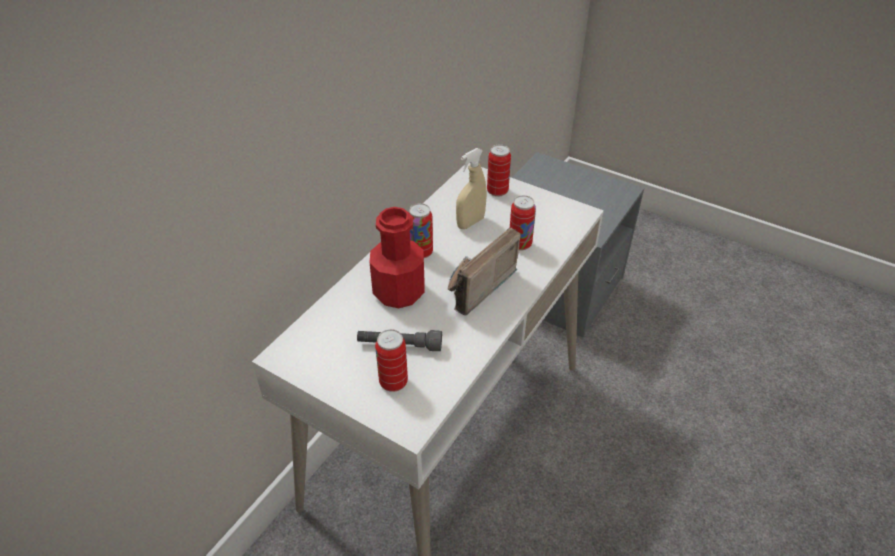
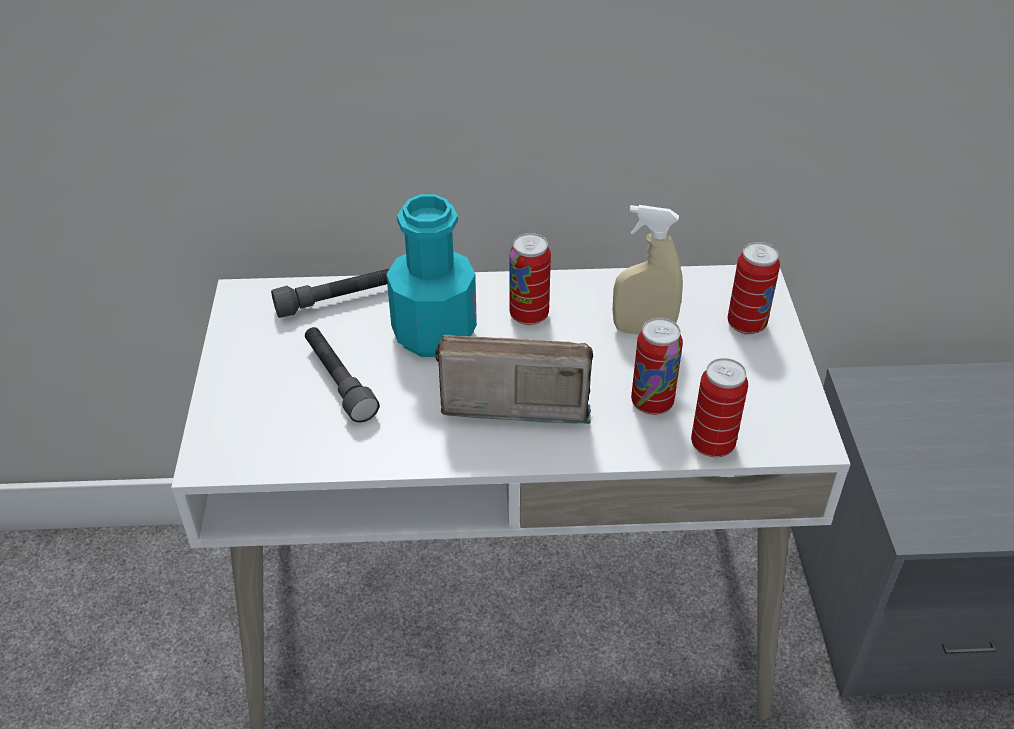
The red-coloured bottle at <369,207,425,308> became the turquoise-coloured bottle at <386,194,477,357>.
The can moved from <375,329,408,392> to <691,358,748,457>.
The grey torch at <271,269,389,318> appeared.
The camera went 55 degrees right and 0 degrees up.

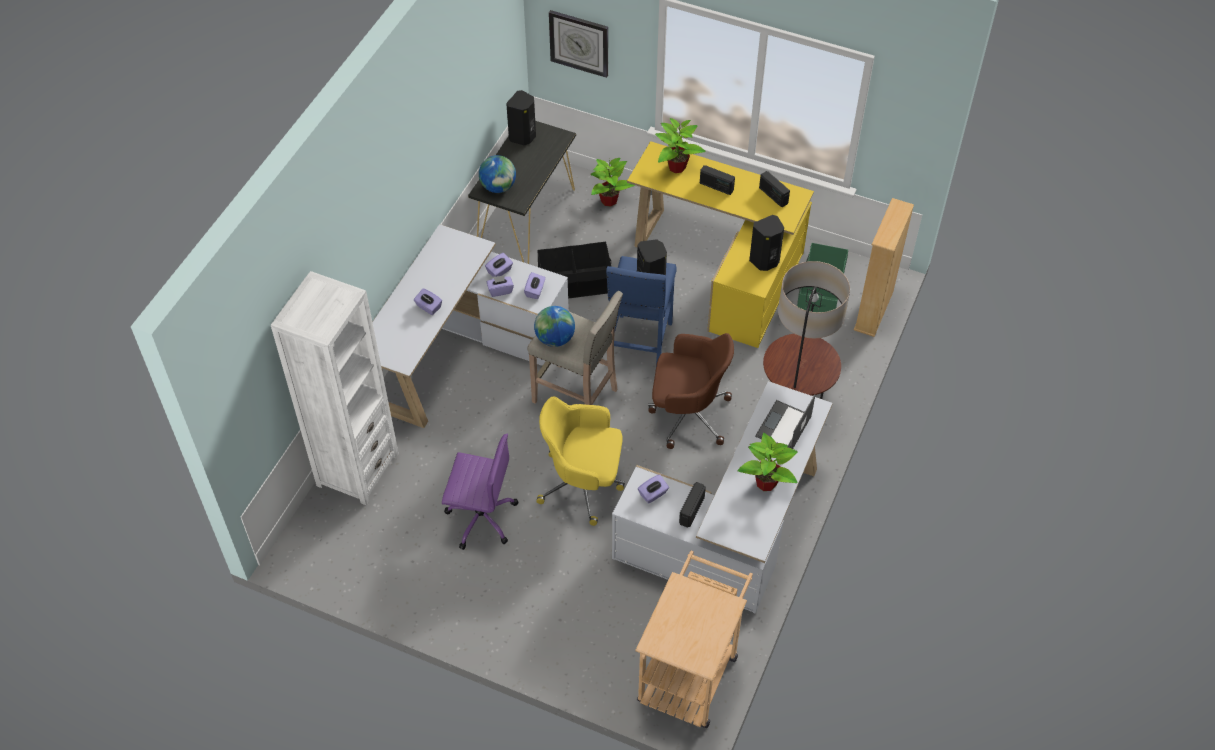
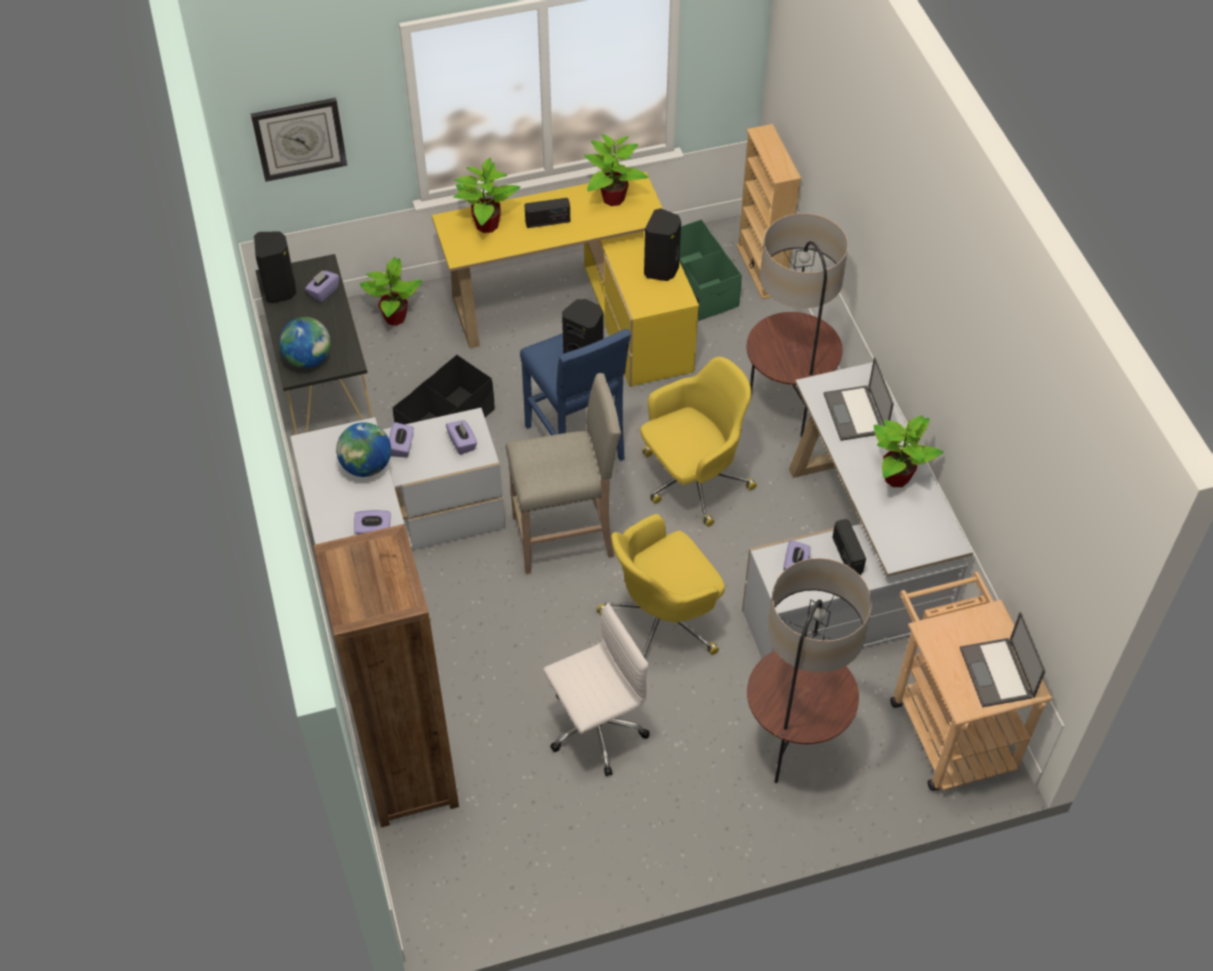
The radio receiver at <759,171,790,207> was replaced by the houseplant at <584,134,648,206>.
The white bookcase at <271,271,399,505> became the brown bookcase at <313,524,459,828>.
The purple box of tissues moved from <487,275,514,297> to <305,270,339,302>.
The world globe moved from <534,306,575,347> to <336,422,391,477>.
The brown computer chair at <648,333,734,449> became the yellow computer chair at <640,357,757,527>.
The purple computer chair at <442,433,518,550> became the white computer chair at <543,603,650,776>.
The standing lamp at <747,558,872,783> appeared.
The notebook computer at <960,612,1045,707> appeared.
The camera went 40 degrees left and 0 degrees up.

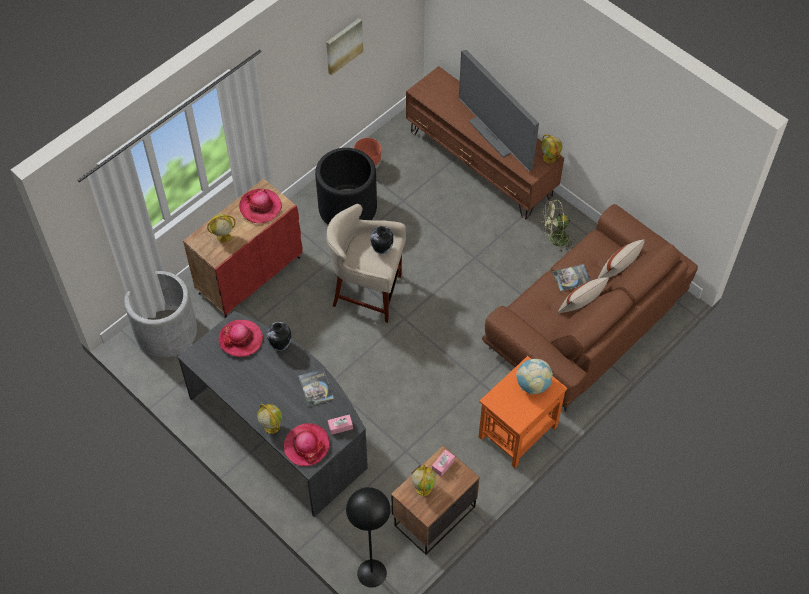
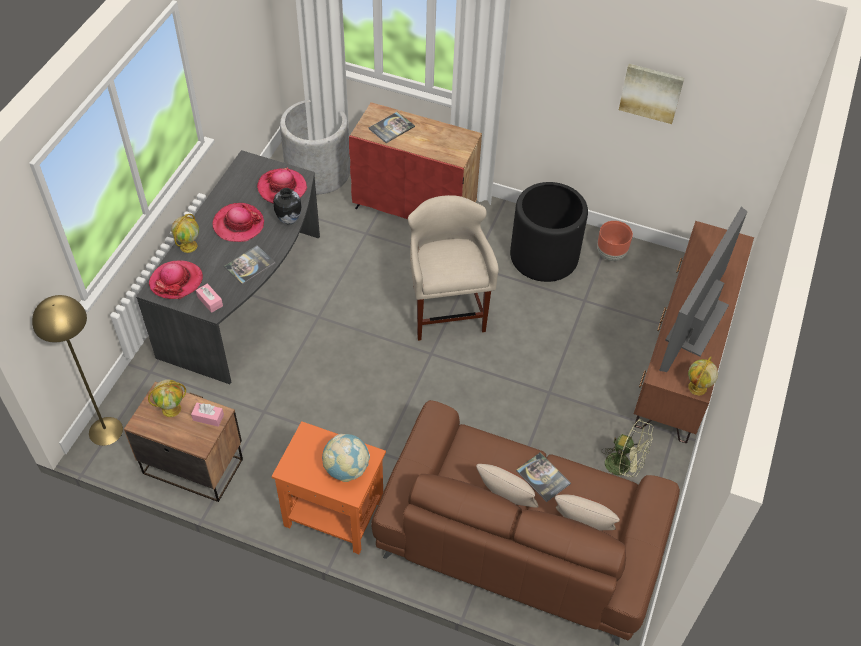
The hat moved from <239,189,282,223> to <213,203,264,242>.
The greenish cooling fan at <542,199,576,252> turned 150 degrees clockwise.
The world globe at <207,214,236,242> was replaced by the book at <369,112,415,143>.
The decorative vase at <370,226,394,254> disappeared.
The blackish standing lamp at <346,487,391,588> became the yellow standing lamp at <32,295,123,446>.
The camera went 65 degrees right and 5 degrees down.

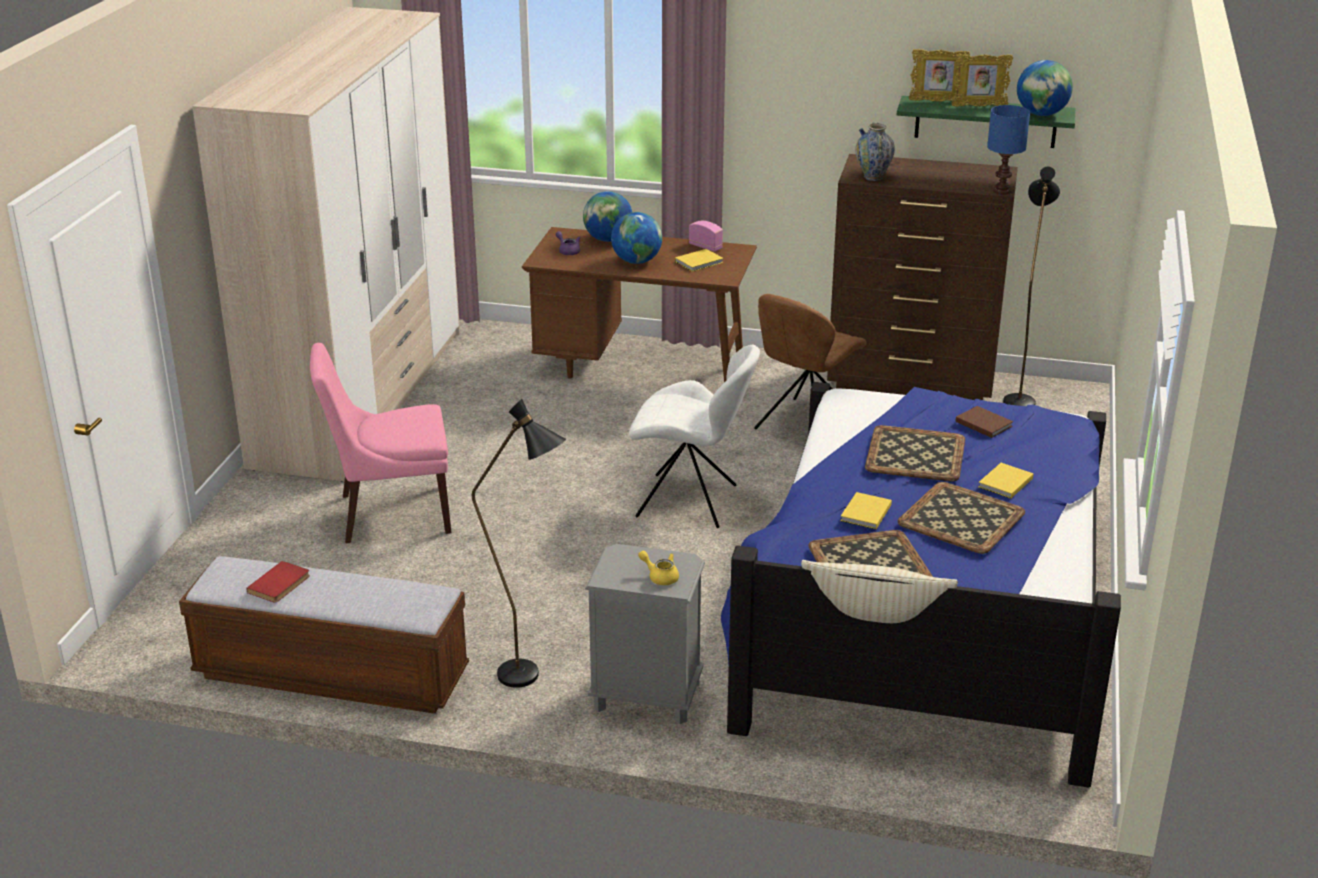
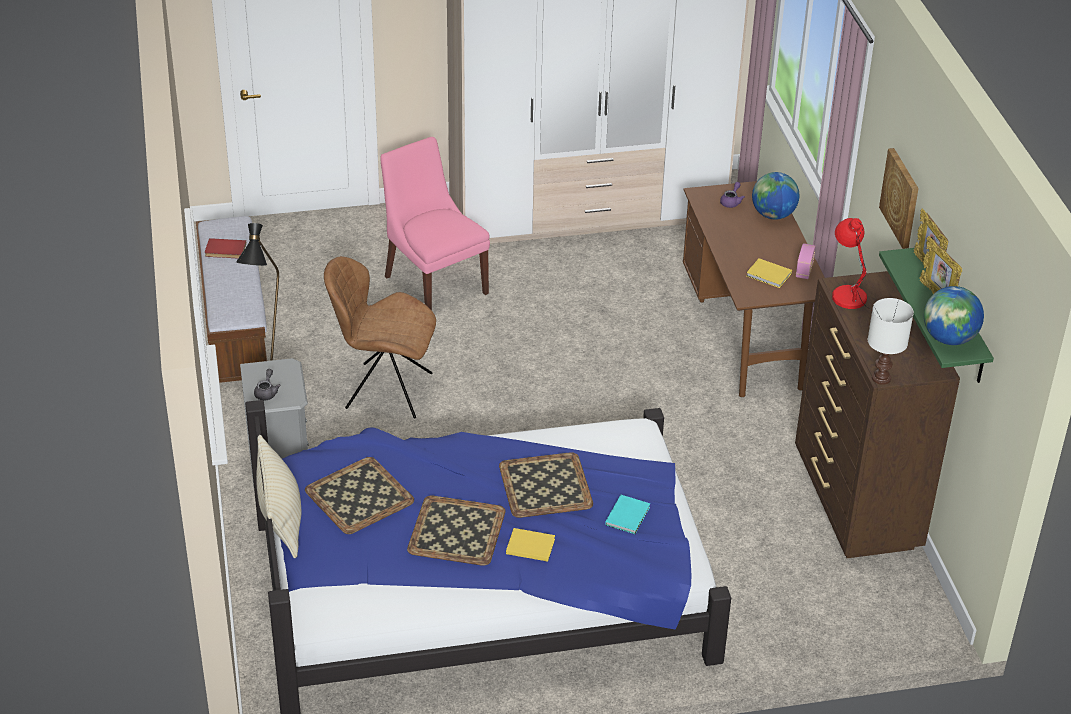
The bluish table lamp at <987,105,1030,195> became the white table lamp at <868,298,914,385>.
The decorative vase at <855,123,895,181> was replaced by the red-coloured table lamp at <832,218,872,311>.
The blackish standing lamp at <1003,166,1060,406> disappeared.
The world globe at <611,212,662,264> disappeared.
The brown chair moved from <754,294,866,429> to <324,256,436,419>.
The white chair at <629,345,760,528> disappeared.
The brown book at <956,406,1013,438> became the turquoise-coloured book at <605,495,650,534>.
The yellow book at <840,492,892,529> disappeared.
The yellow pot for tea at <638,551,679,585> became the grey pot for tea at <254,369,281,400>.
The wall art at <879,148,919,249> appeared.
The camera went 65 degrees right and 10 degrees up.

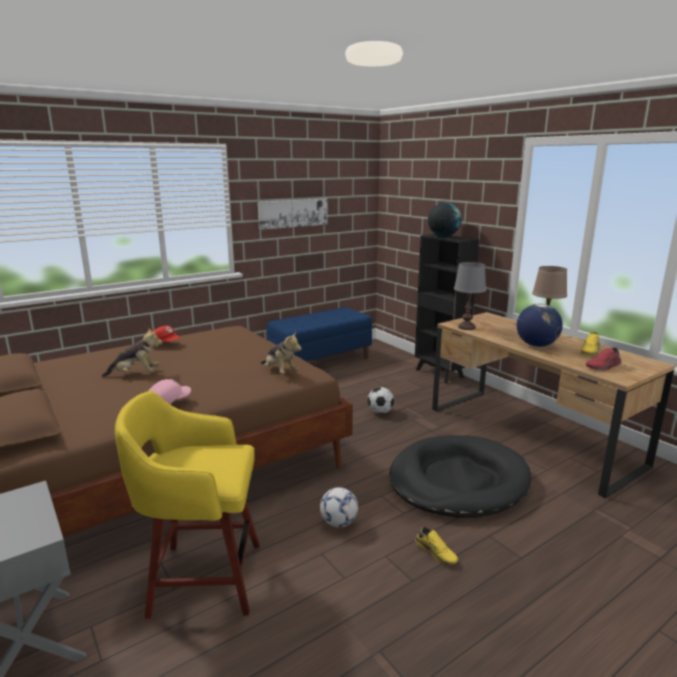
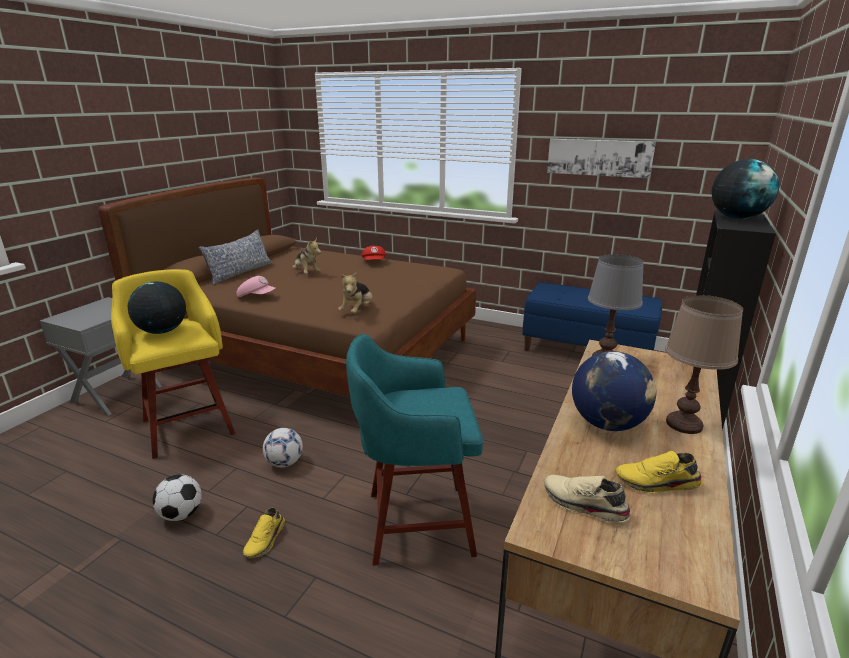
The red-coloured item of footwear at <586,348,622,371> became the beige item of footwear at <544,475,631,522>.
The football ball moved from <367,387,394,414> to <153,474,202,521>.
The blackish dog cushion at <389,435,531,518> was replaced by the turquoise-coloured stool seat at <346,334,483,566>.
The pillow at <199,230,272,285> appeared.
The world globe at <128,281,186,334> appeared.
The camera went 60 degrees right and 5 degrees up.

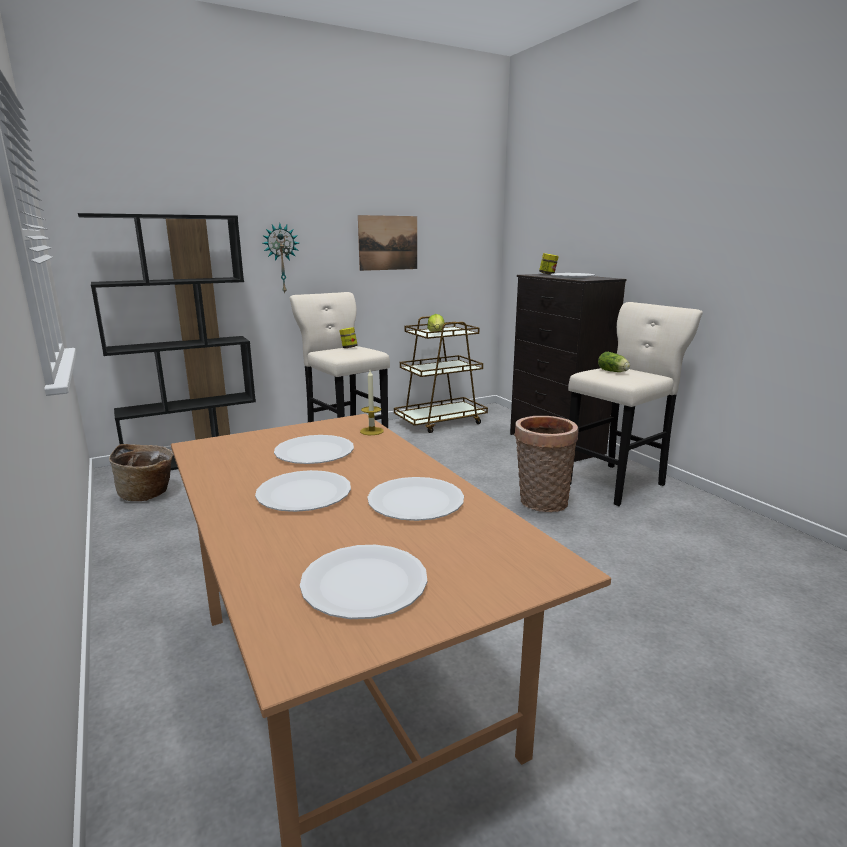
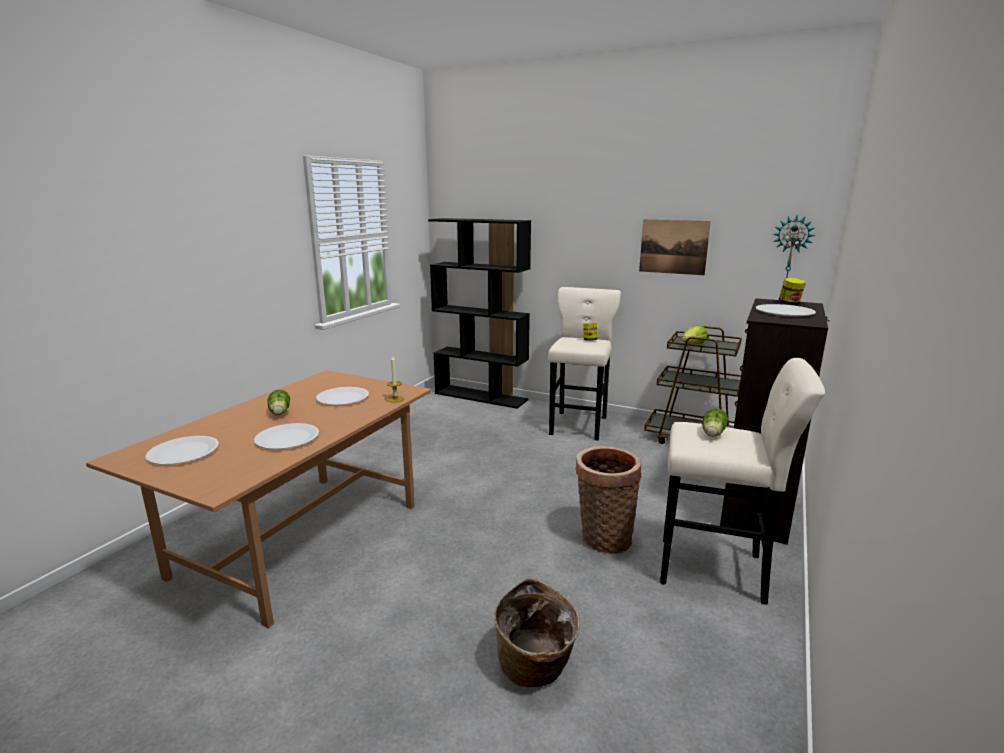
The clock on the wall moved from <262,223,299,293> to <773,216,816,278>.
The household basket moved from <109,444,173,501> to <494,578,580,687>.
The white plate at <255,470,351,512> was replaced by the lettuce at <267,390,290,415>.
The camera went 55 degrees right and 0 degrees up.

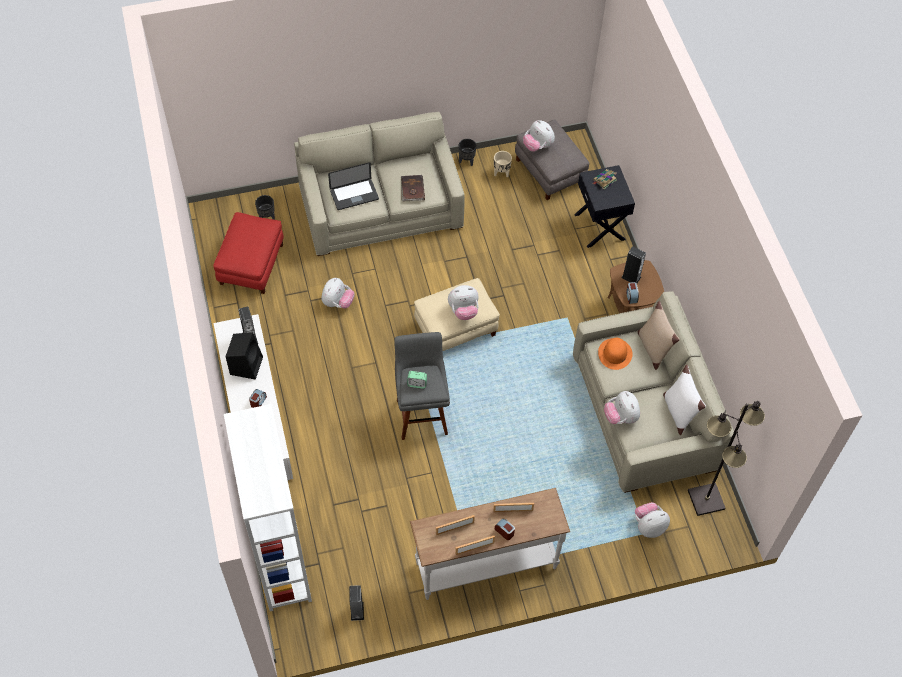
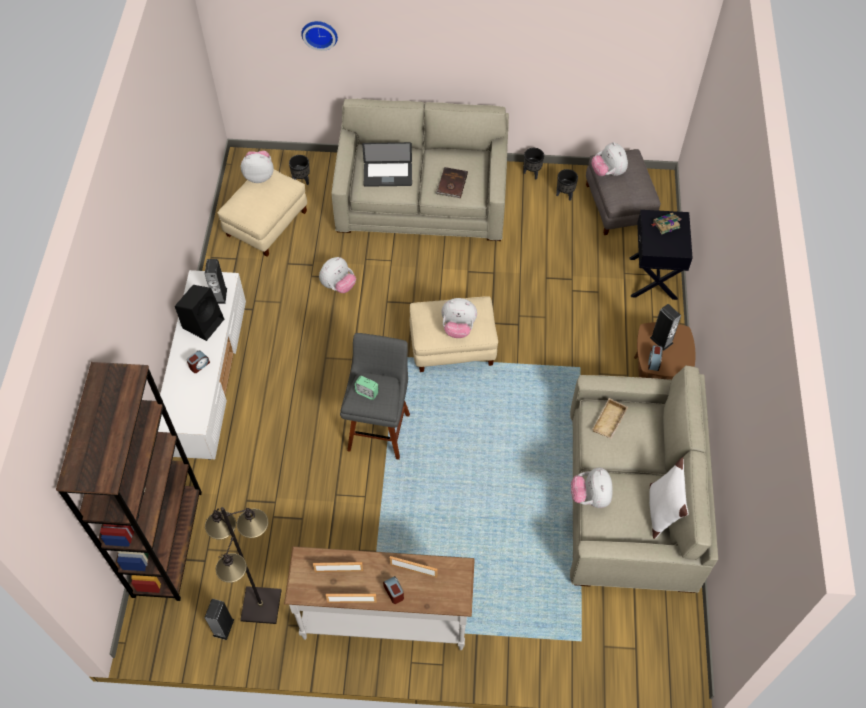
The beige flower pot at <494,151,512,178> became the blackish flower pot at <556,169,578,201>.
The red-coloured footrest at <213,212,284,294> became the beige footrest at <218,169,307,257>.
The beige pillow at <638,301,680,370> disappeared.
The orange hat at <598,338,633,370> was replaced by the beige carrying tray at <592,398,628,439>.
The blackish standing lamp moved from <688,401,765,516> to <205,507,282,624>.
The white bookcase at <224,404,312,611> became the brown bookcase at <56,362,202,601>.
The soft toy moved from <635,502,670,538> to <241,151,274,183>.
The clock on the wall at <301,21,338,51> appeared.
The camera went 20 degrees right and 0 degrees up.

